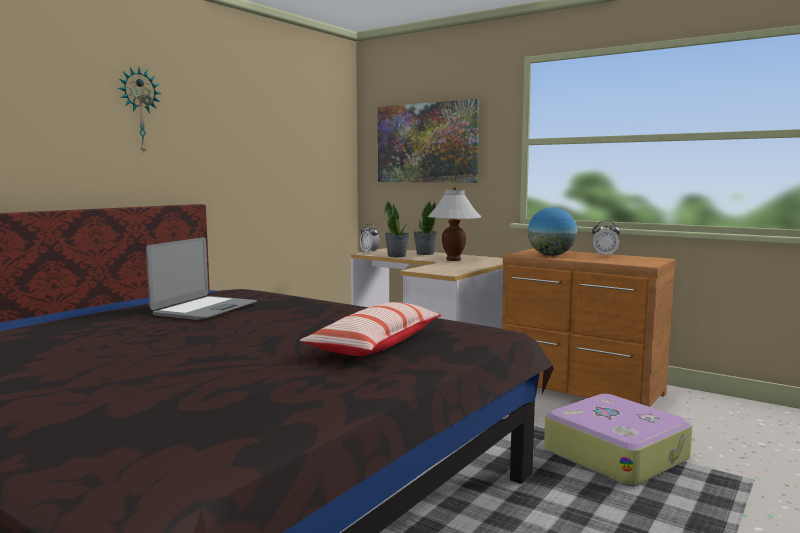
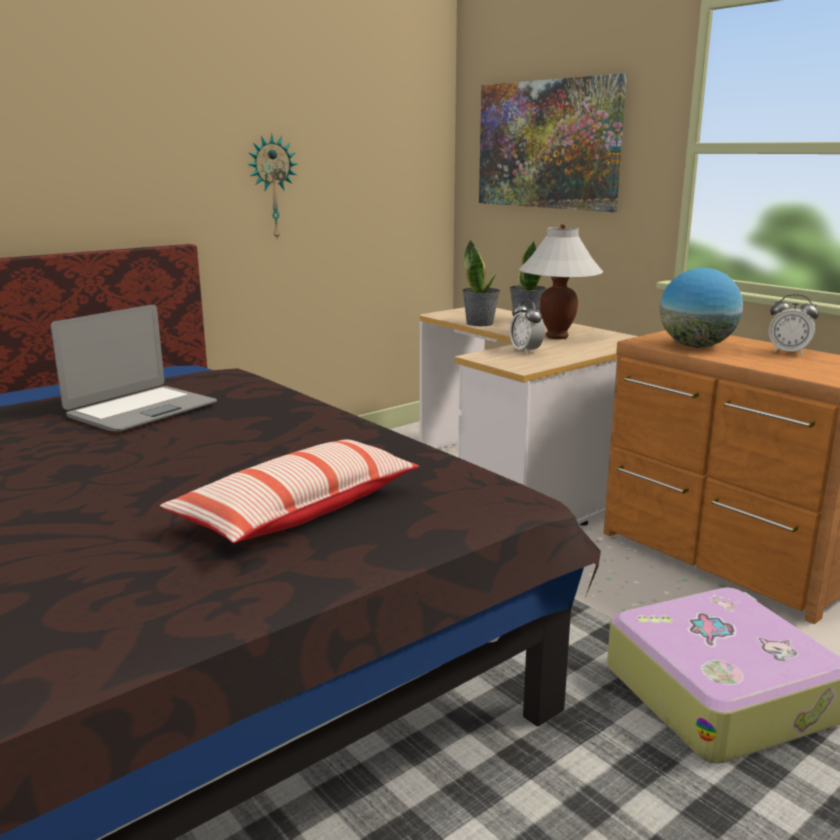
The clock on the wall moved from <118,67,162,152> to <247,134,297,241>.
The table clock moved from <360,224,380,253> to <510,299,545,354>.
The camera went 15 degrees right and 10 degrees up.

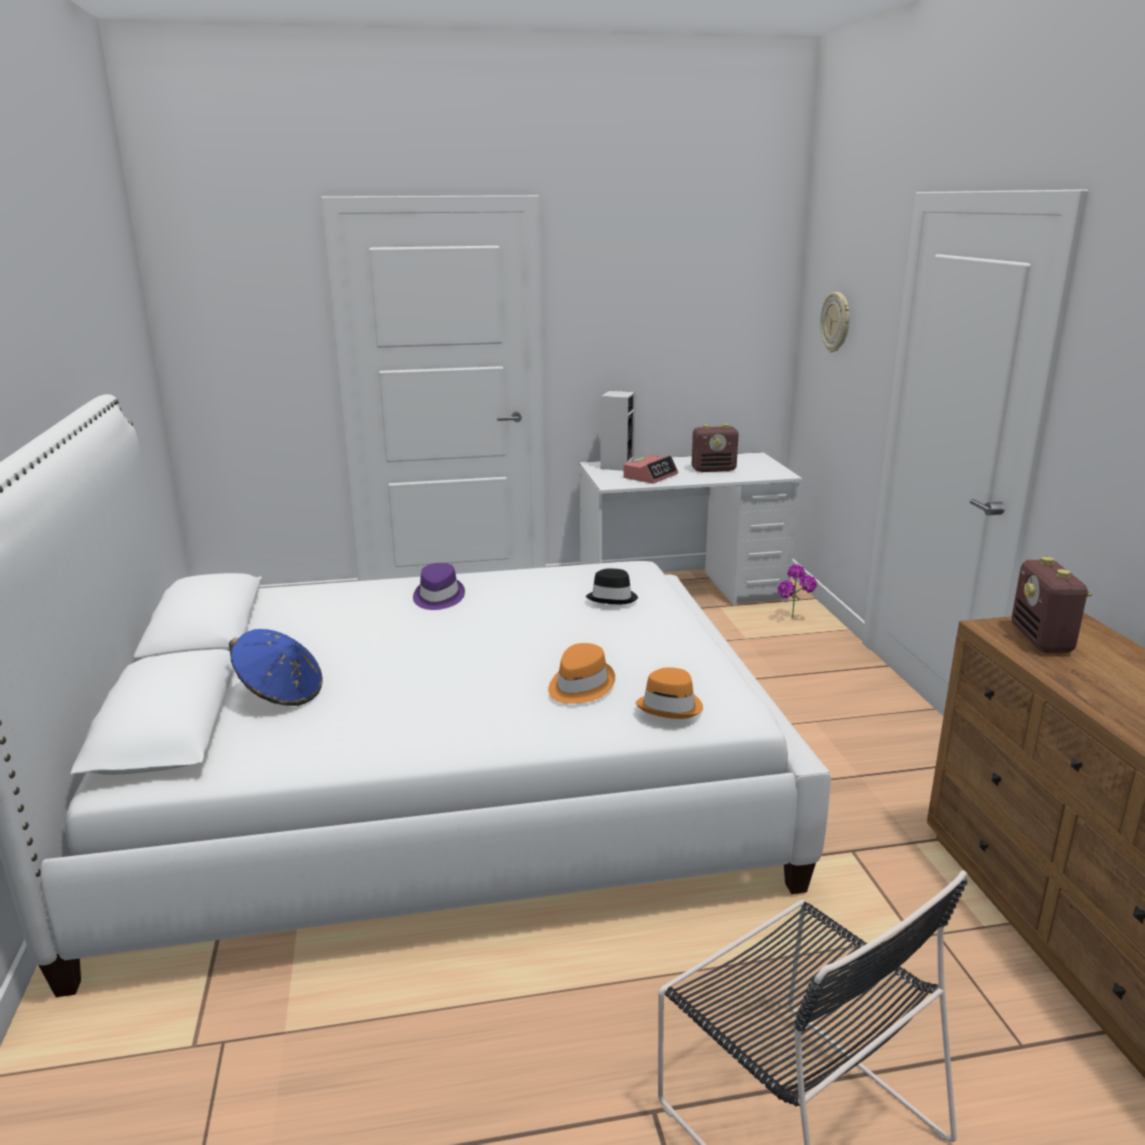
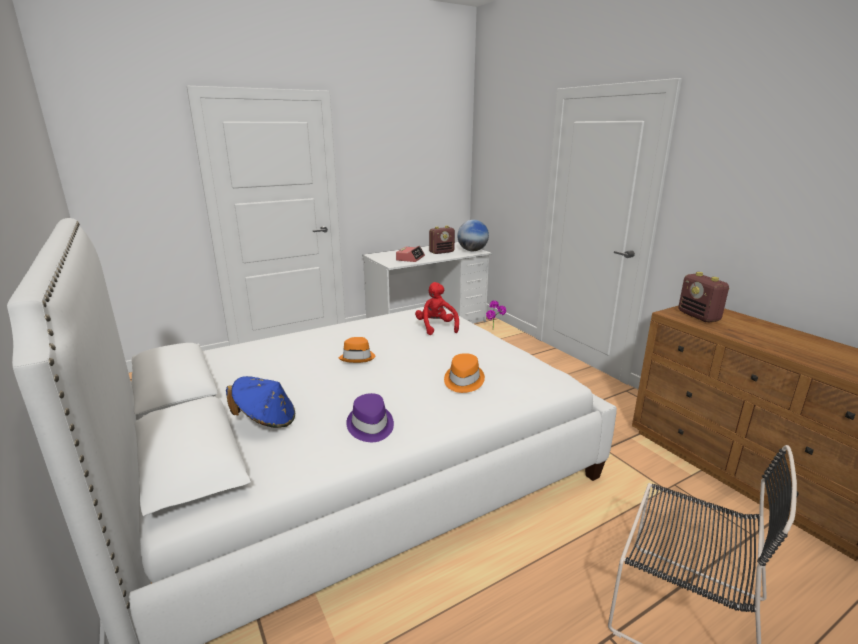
The clock on the wall at <820,292,850,352> disappeared.
The loudspeaker at <600,391,636,471> disappeared.
The purple hat moved from <413,563,465,610> to <346,393,394,442>.
The blackish hat at <586,568,638,604> was replaced by the red-coloured soft toy at <415,282,459,335>.
The orange hat moved from <636,667,703,719> to <339,337,376,363>.
The world globe at <457,220,489,251> appeared.
The camera went 20 degrees left and 0 degrees up.

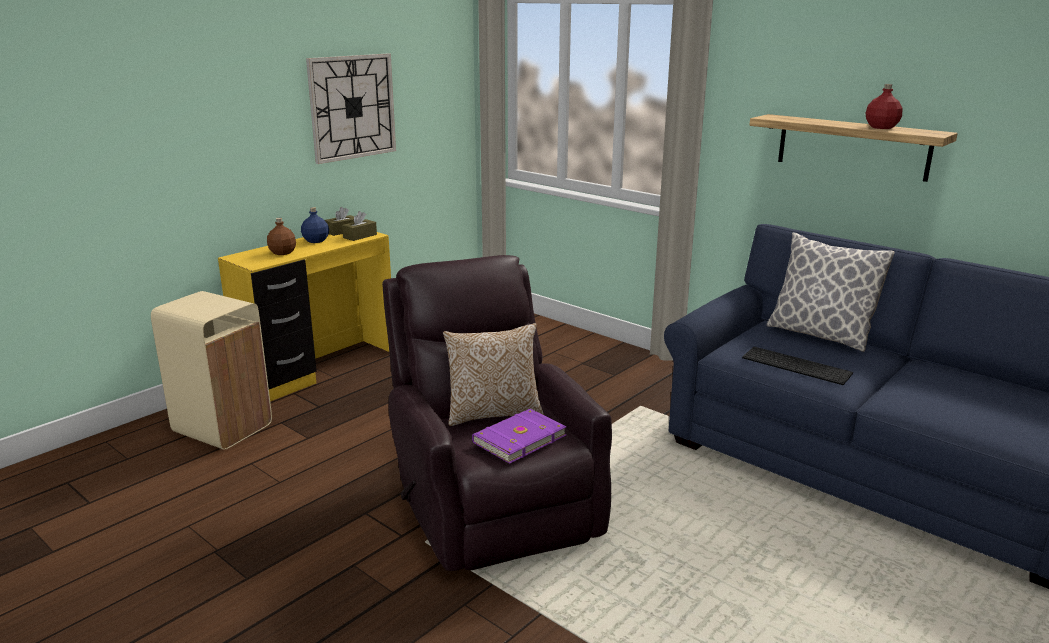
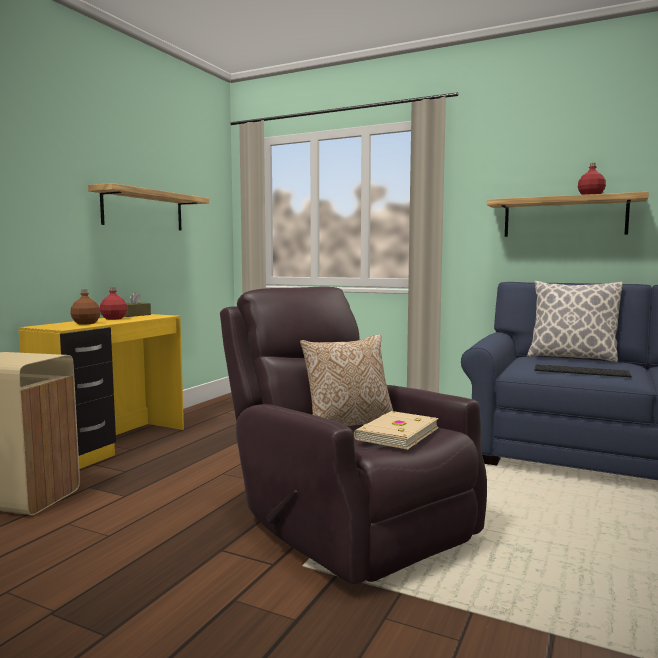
The clock on the wall at <306,53,396,164> was replaced by the wall shelf at <88,183,209,230>.
The bluish bottle at <301,207,329,243> became the red-coloured bottle at <100,287,127,320>.
The brown box of tissues at <342,211,377,241> disappeared.
The purple book at <472,409,566,464> became the beige book at <354,411,439,449>.
The camera went 15 degrees left and 15 degrees down.

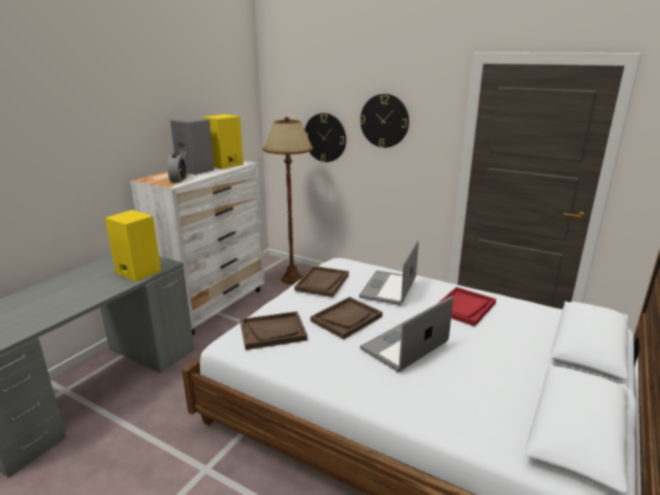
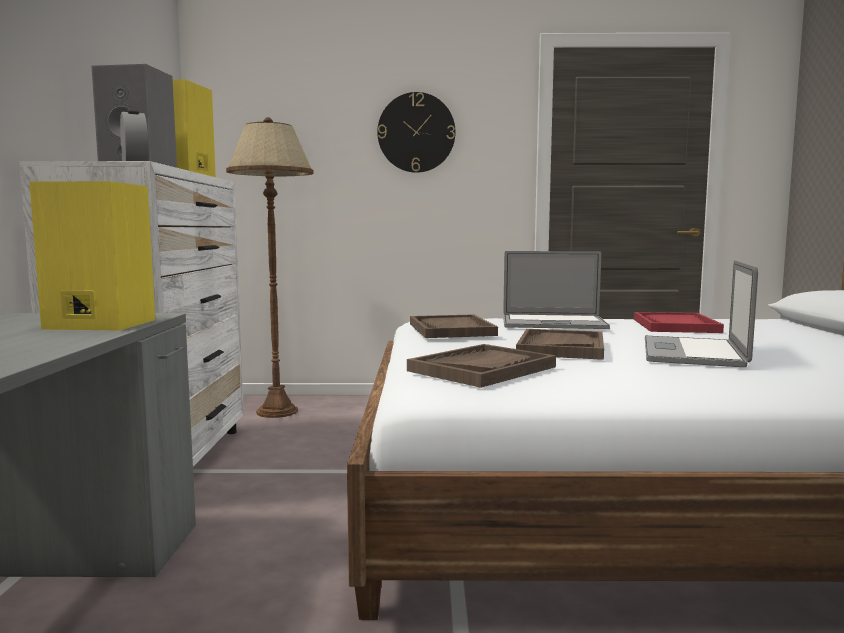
The clock on the wall at <305,113,346,162> disappeared.
The notebook computer at <359,240,419,305> turned 75 degrees counterclockwise.
The camera went 30 degrees left and 15 degrees down.

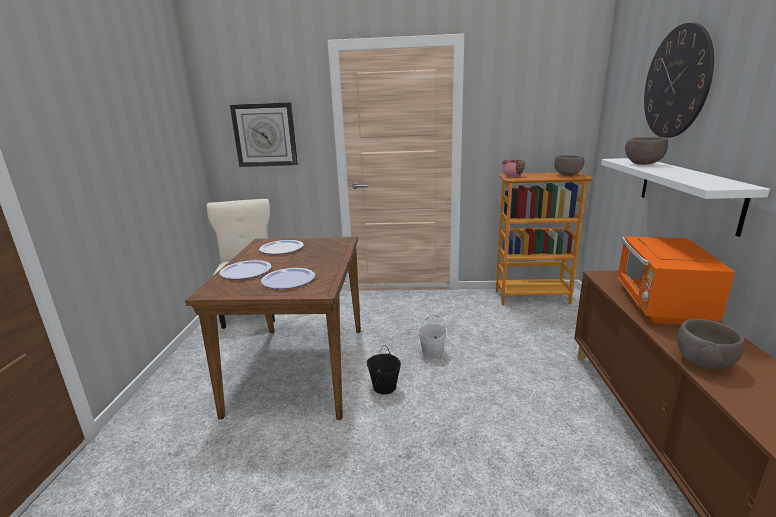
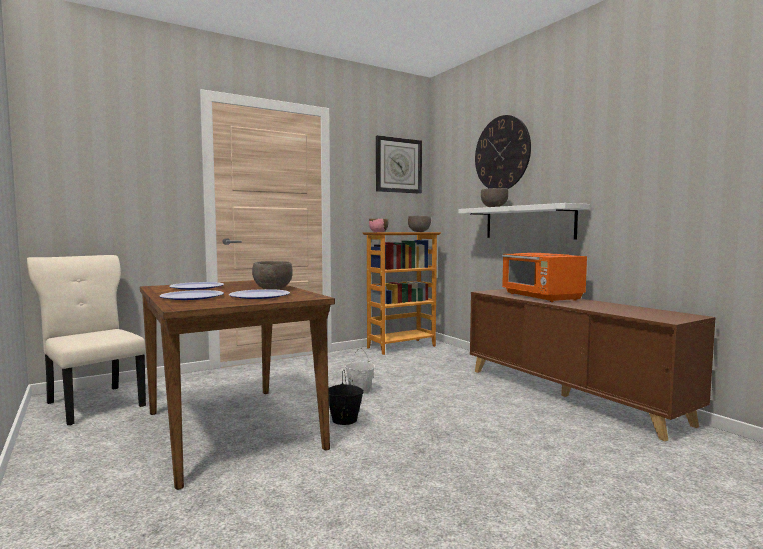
The clock on the wall moved from <230,102,298,167> to <376,135,422,194>.
The brown bowl moved from <676,319,745,369> to <252,261,293,290>.
The camera went 35 degrees left and 15 degrees down.

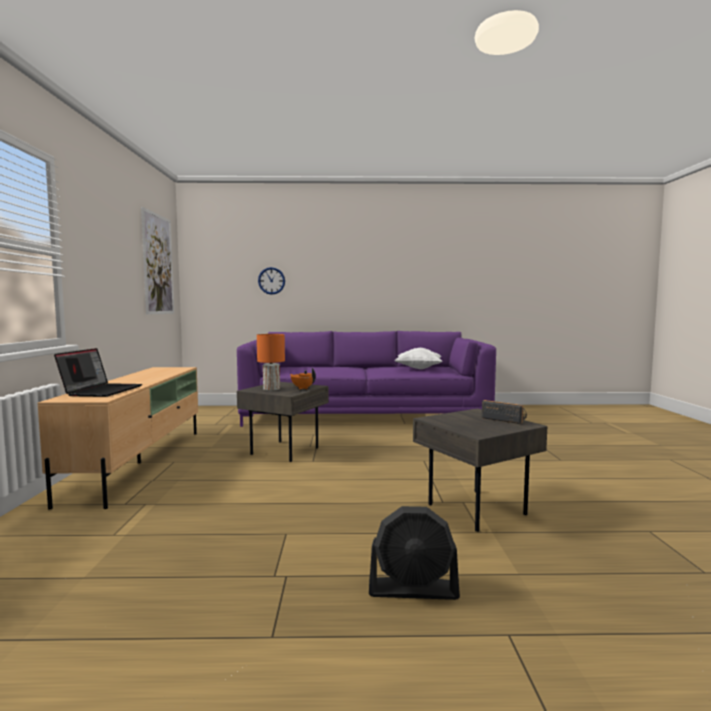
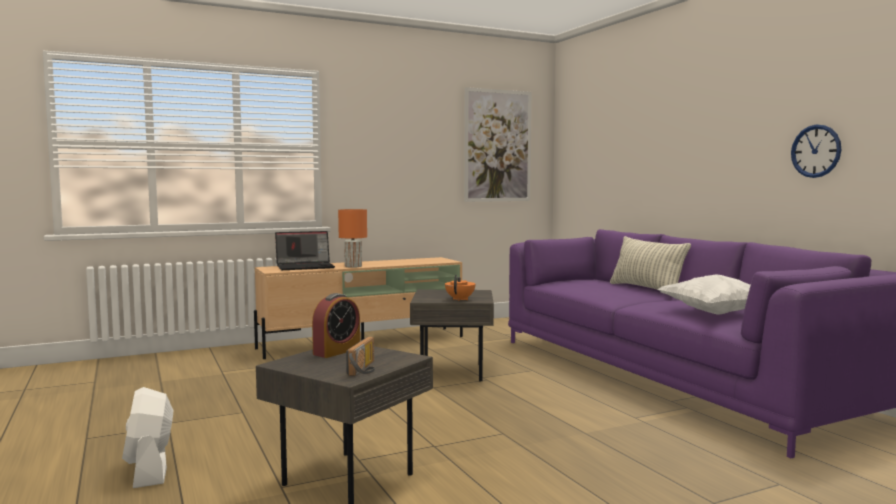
The clock on the wall moved from <258,267,285,294> to <791,124,841,178>.
The orange table lamp moved from <257,334,285,391> to <338,209,367,268>.
The blackish cooling fan at <369,506,460,600> became the white cooling fan at <122,387,173,488>.
The pillow at <610,236,691,290> appeared.
The table clock at <312,293,360,358> appeared.
The camera went 65 degrees right and 0 degrees up.

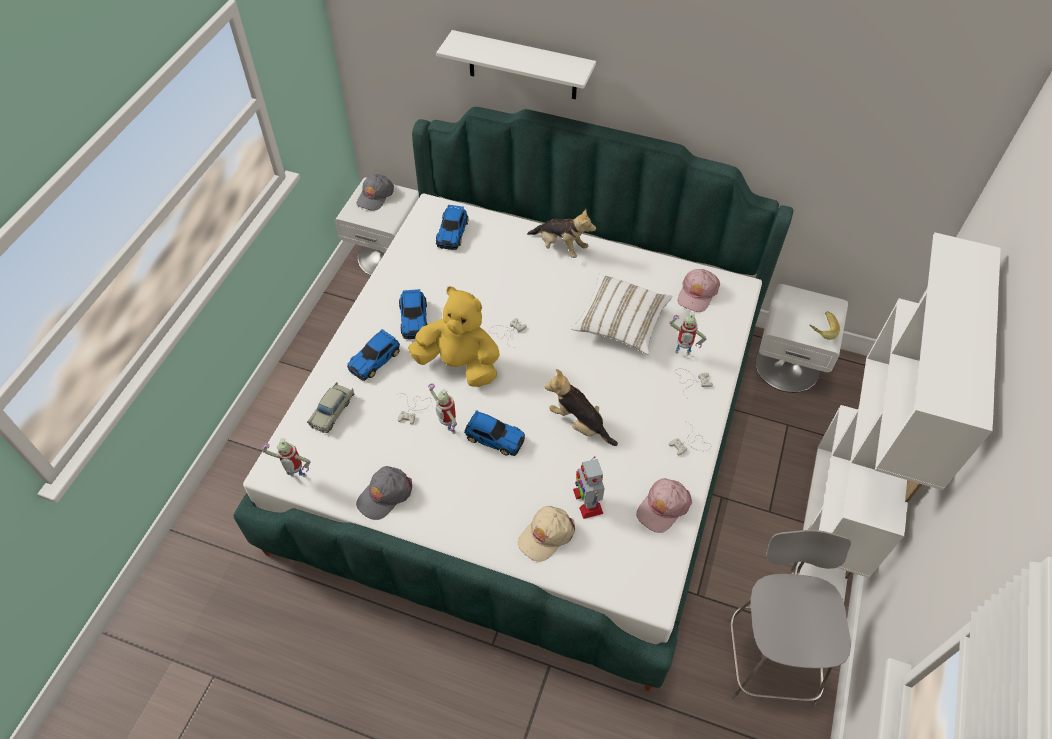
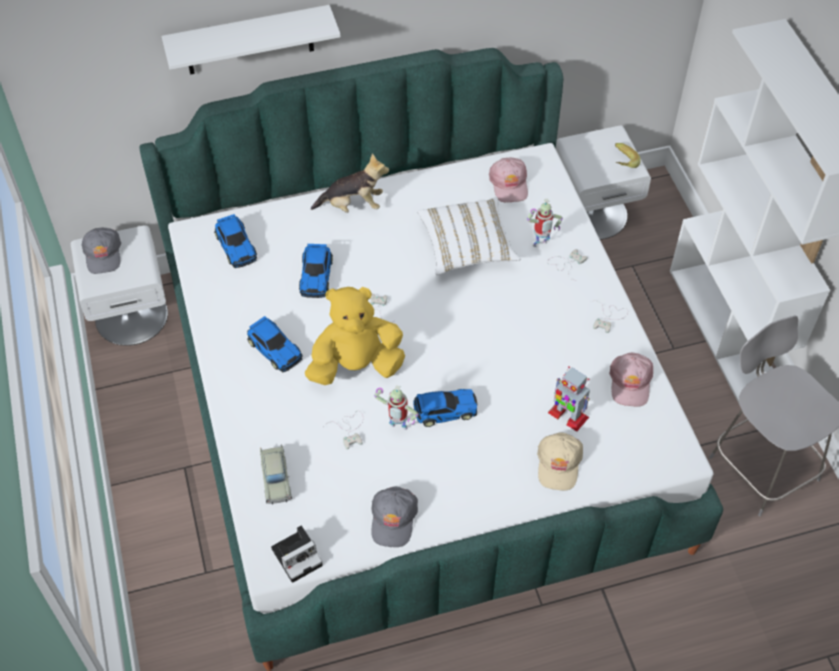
The model car moved from <347,329,400,381> to <299,244,333,298>.
The soft toy at <544,369,618,446> disappeared.
The toy robot at <262,438,311,477> was replaced by the photo camera at <271,525,323,583>.
The camera went 35 degrees left and 0 degrees up.

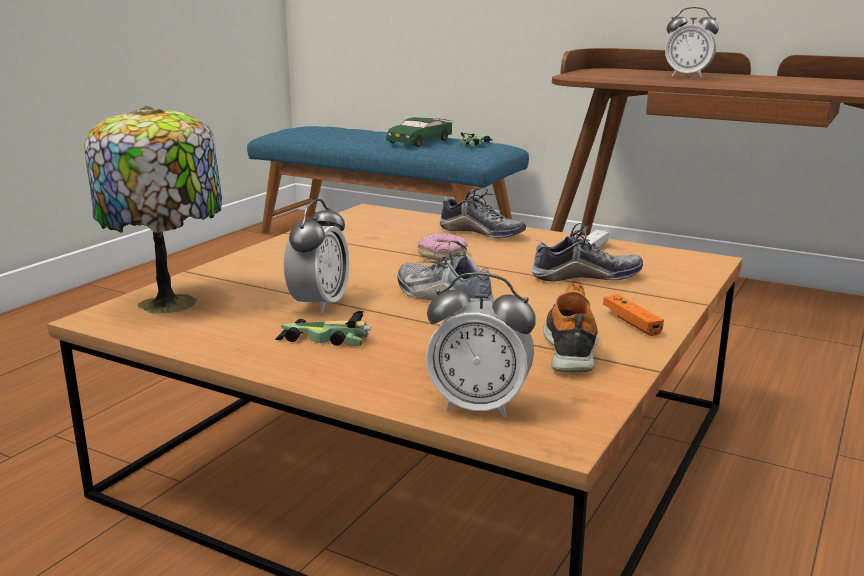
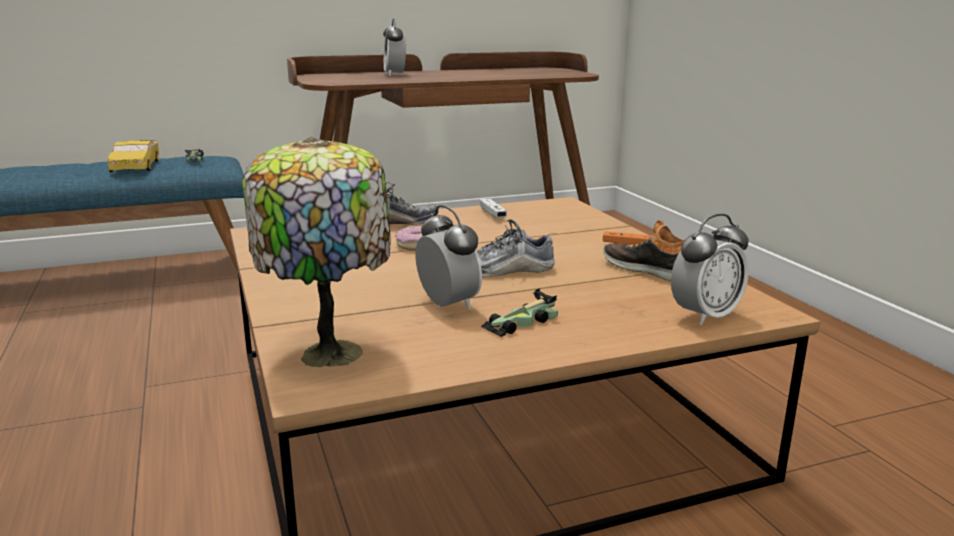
The table clock at <665,7,719,78> turned 105 degrees clockwise.
The greenish model car at <386,117,452,147> became the yellow model car at <108,140,159,172>.
The item of footwear at <532,223,643,282> disappeared.
The camera went 50 degrees left and 0 degrees up.

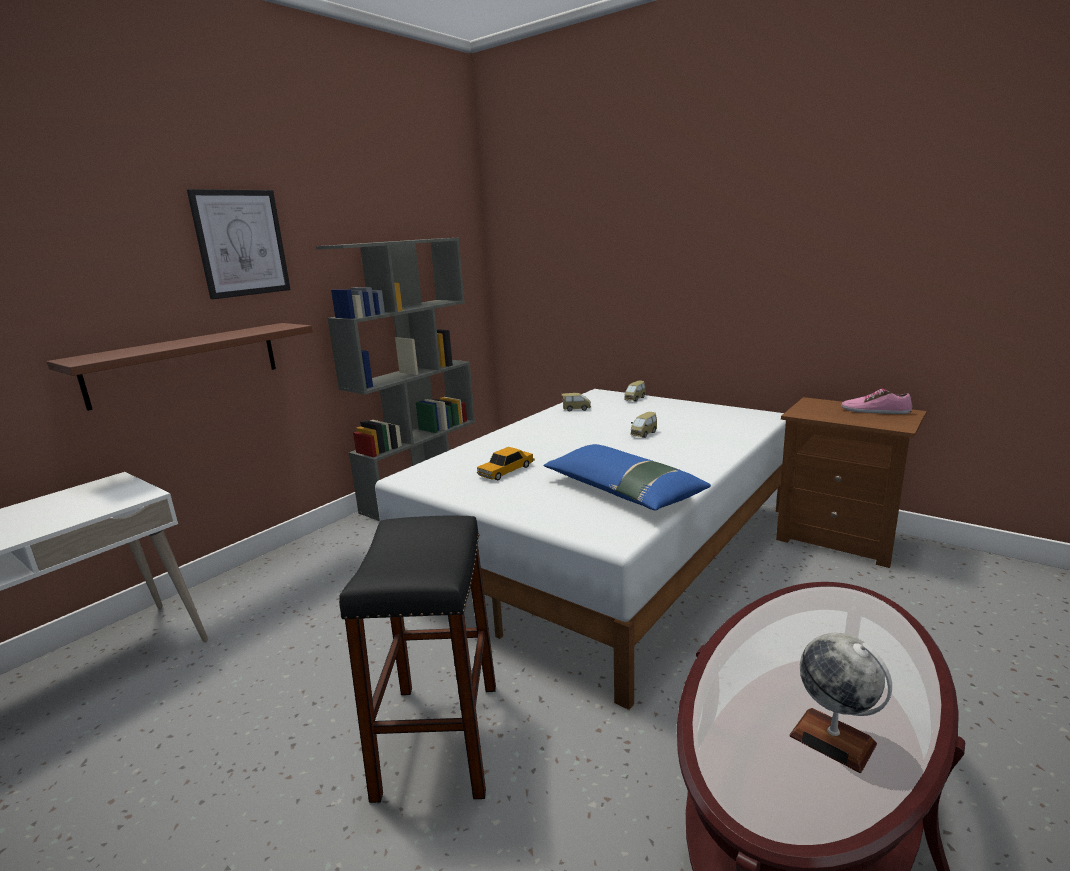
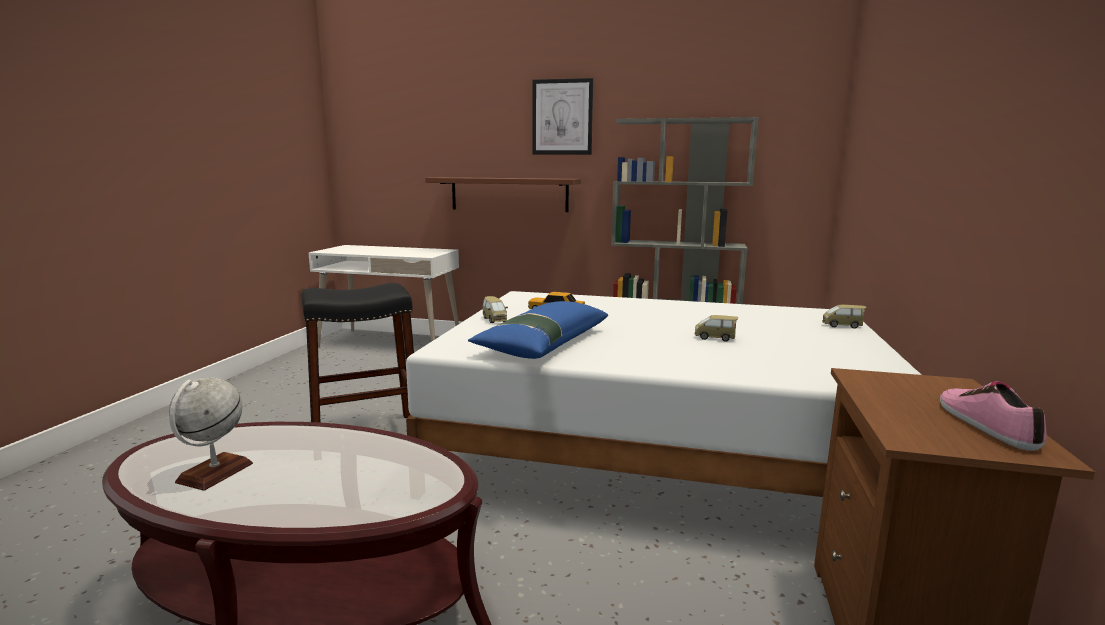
The model car moved from <562,393,591,411> to <483,296,508,323>.
The camera went 65 degrees right and 5 degrees down.

